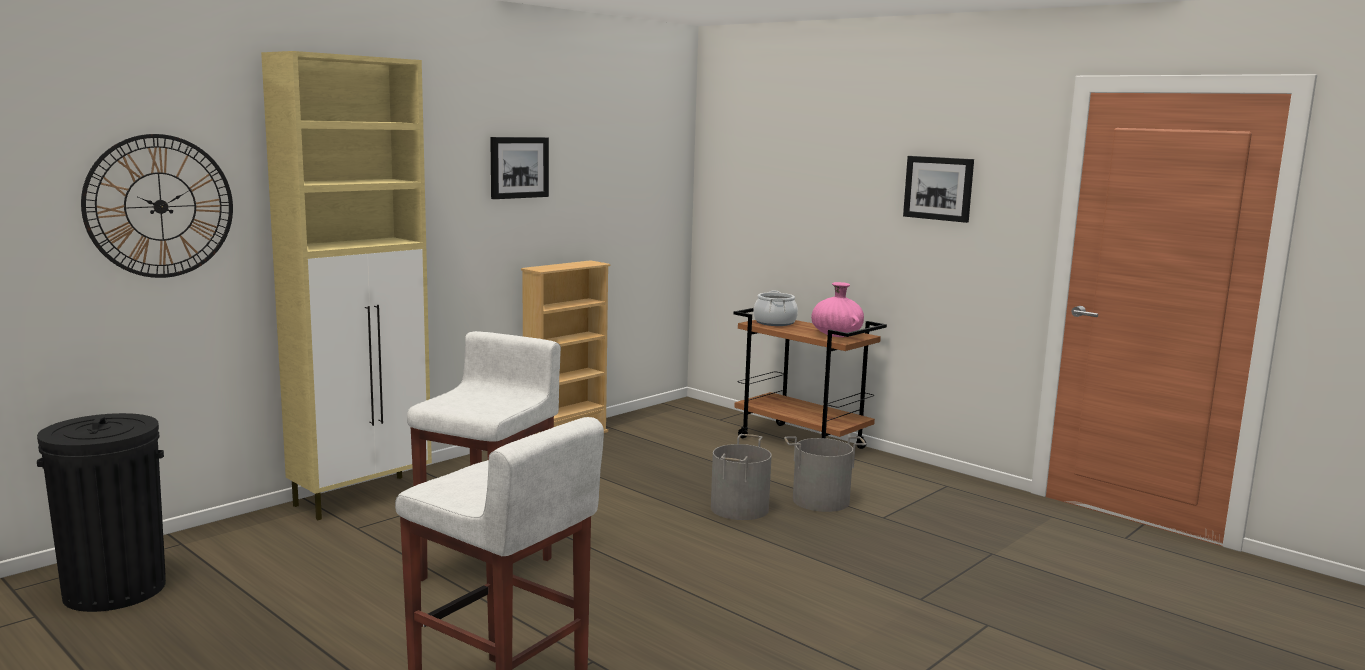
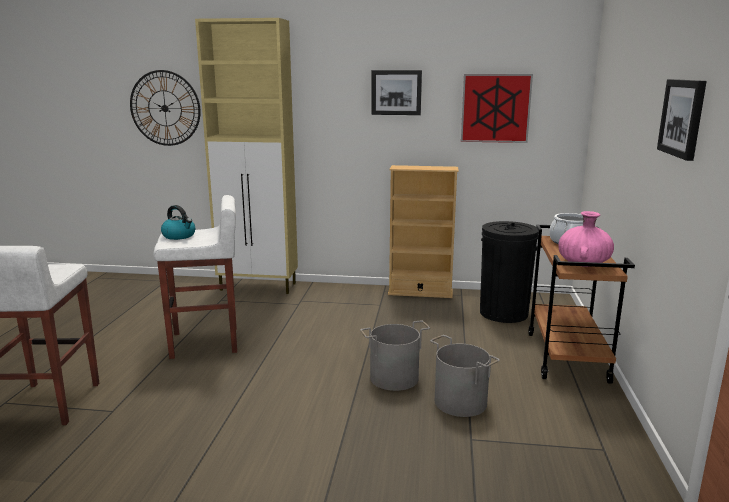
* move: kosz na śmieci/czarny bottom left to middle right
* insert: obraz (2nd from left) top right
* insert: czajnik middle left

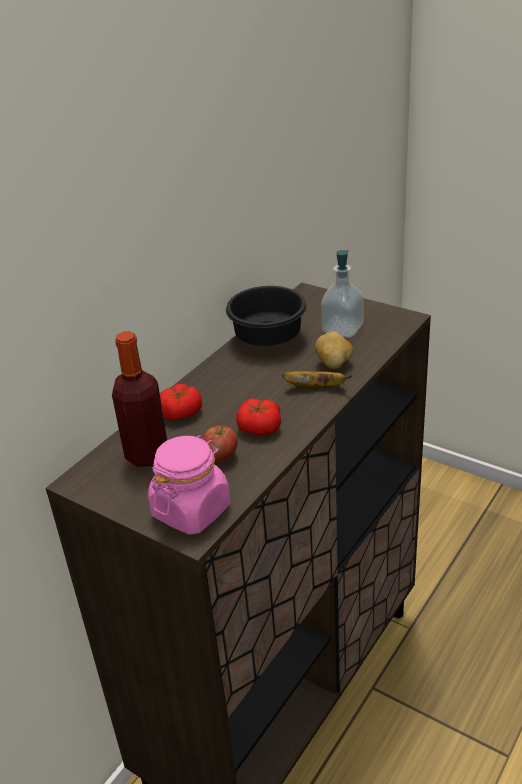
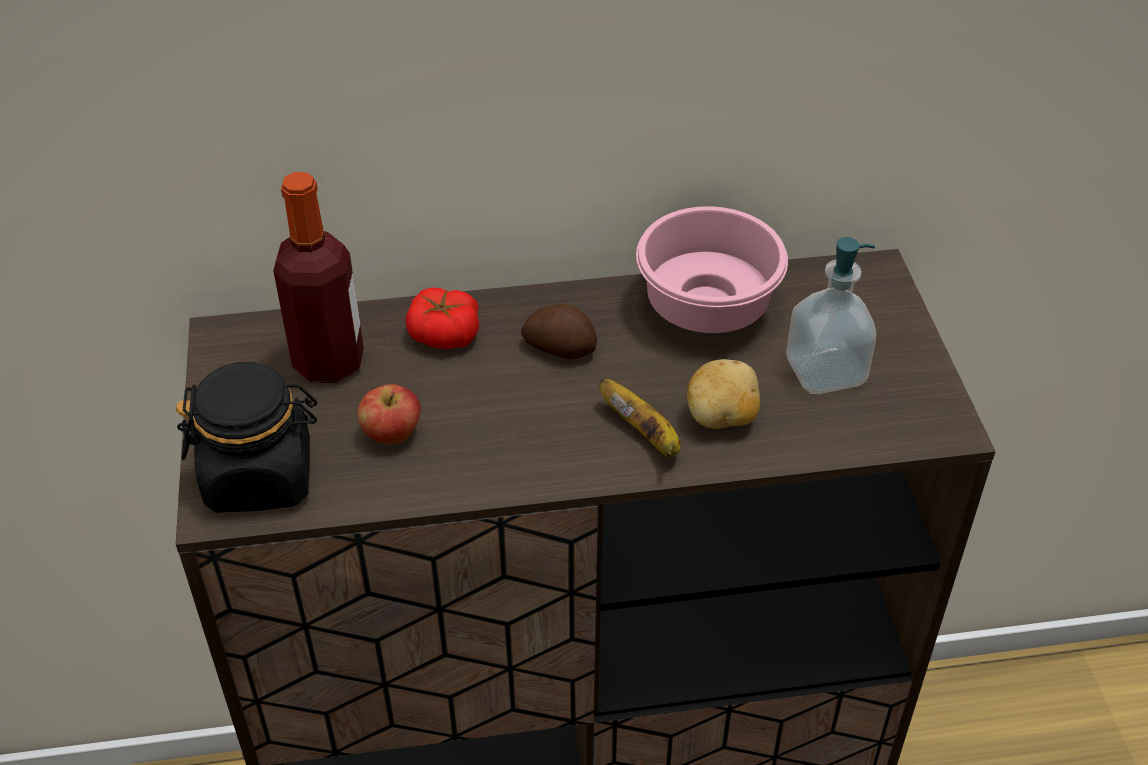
* recolor: miska/czarny centre to miska/różowy centre
* delete: pomidor (2nd from left) centre
* recolor: słoik/różowy centre to słoik/czarny middle left
* insert: ziemniak (1st from left) centre

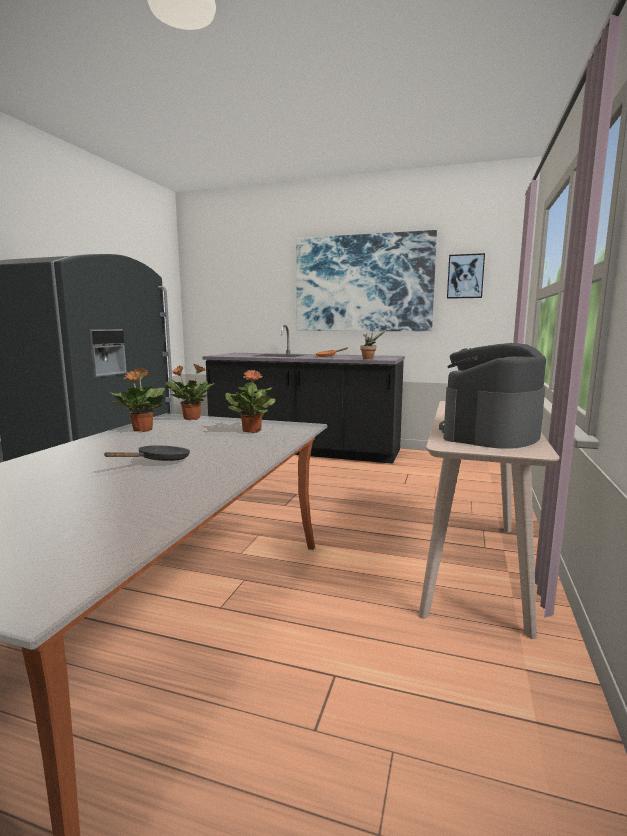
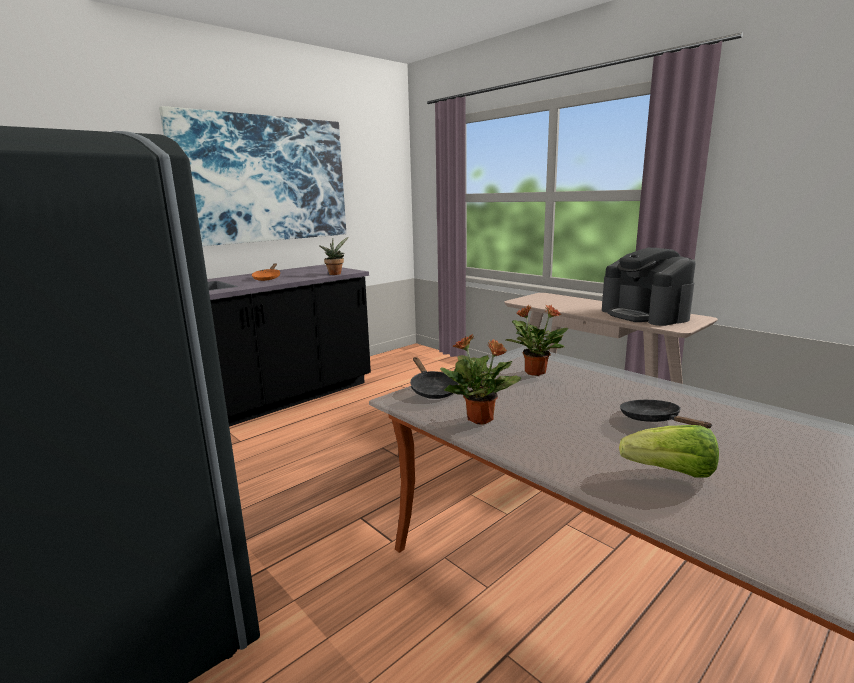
* delete: obraz (2nd from left) top right
* replace: roślina doniczkowa (2nd from left) middle left to patelnia/czarny (1st from left) centre
* insert: sałata middle right

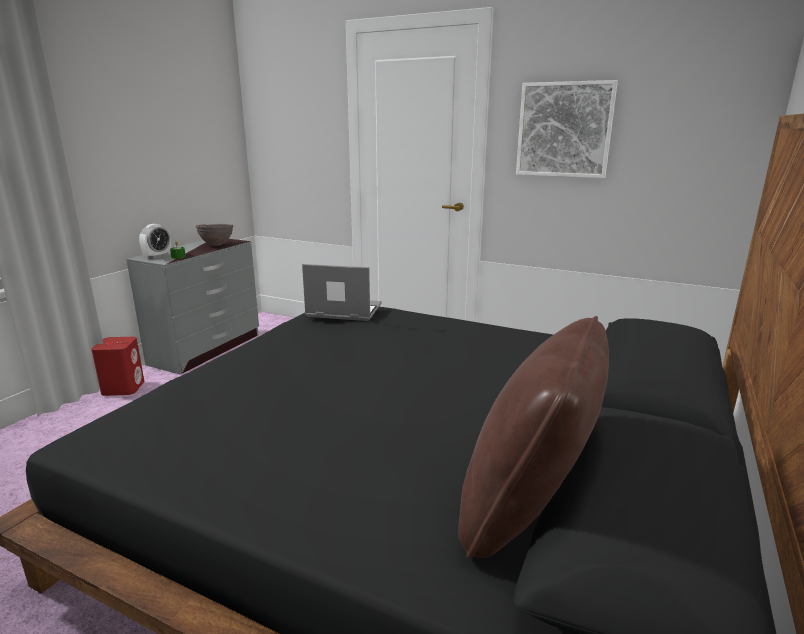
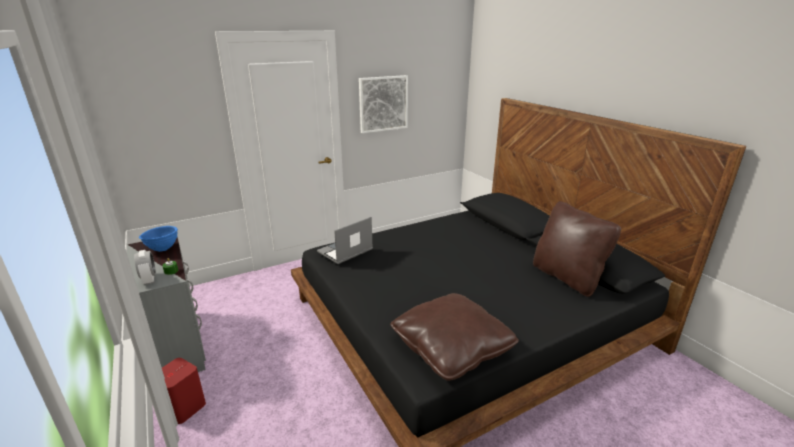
* recolor: miska/brązowy middle left to miska/niebieski middle left
* insert: poduszka/brązowy (1st from left) bottom centre

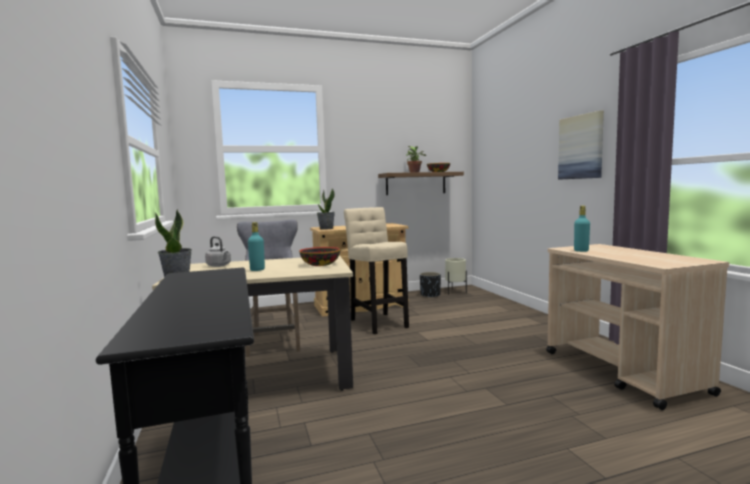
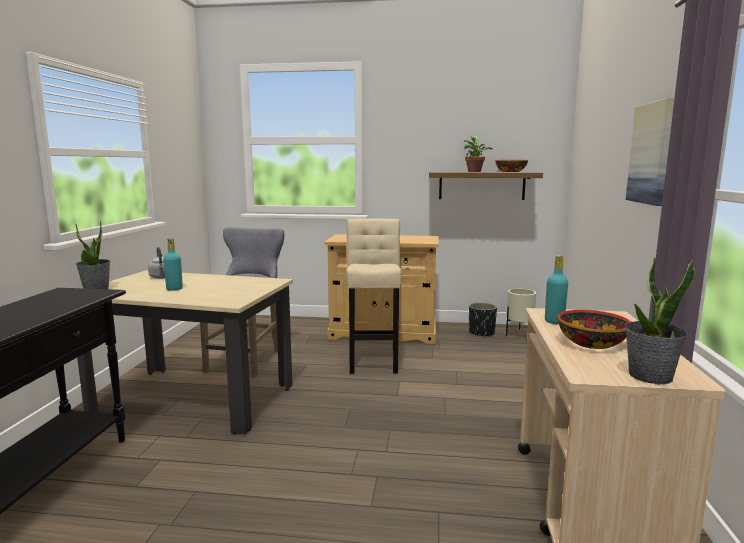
* move: roślina doniczkowa (2nd from left in the first image) centre to roślina doniczkowa (3rd from left) middle right
* move: miska (1st from left in the first image) centre to miska (2nd from left) middle right

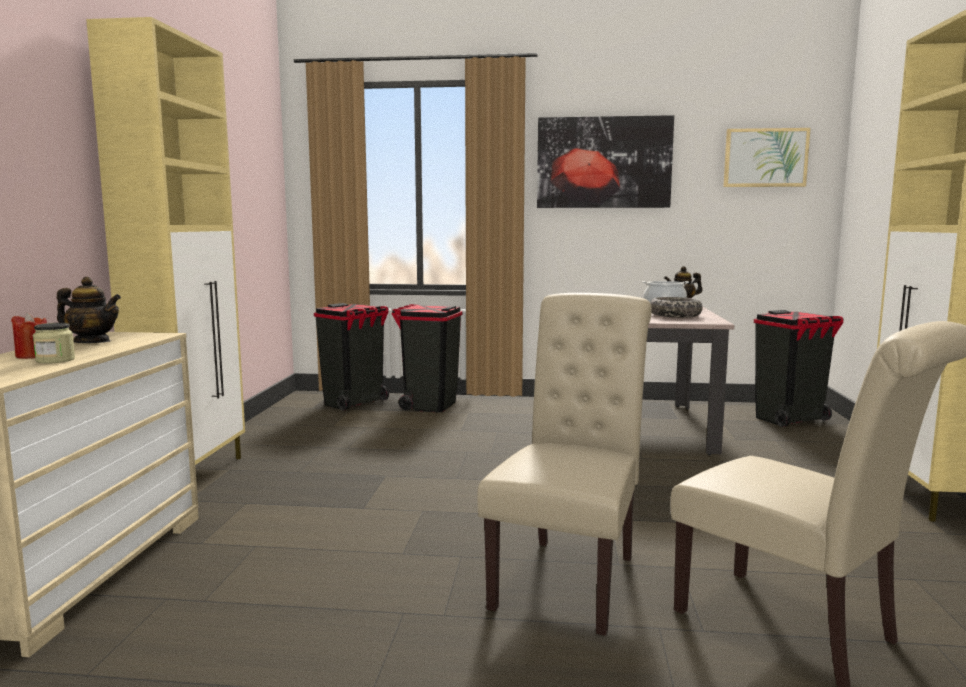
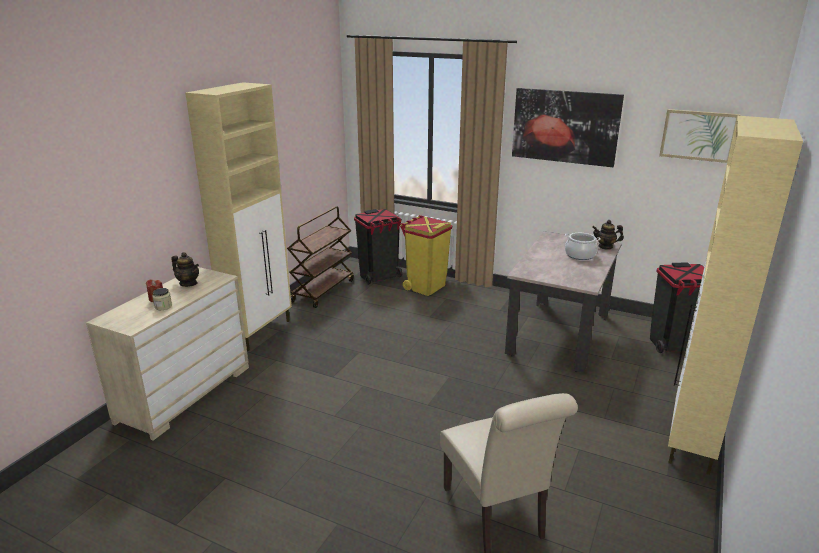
* delete: krzesło/beżowy (1st from left) bottom centre
* delete: miska middle right
* recolor: kosz na śmieci/czarny (2nd from left) centre to kosz na śmieci/żółty centre
* insert: wózek/brązowy centre

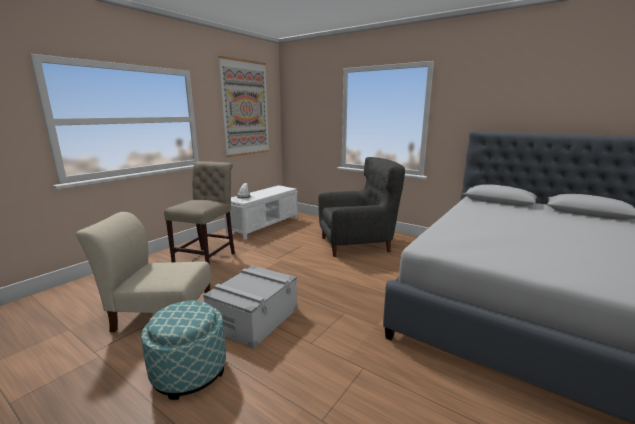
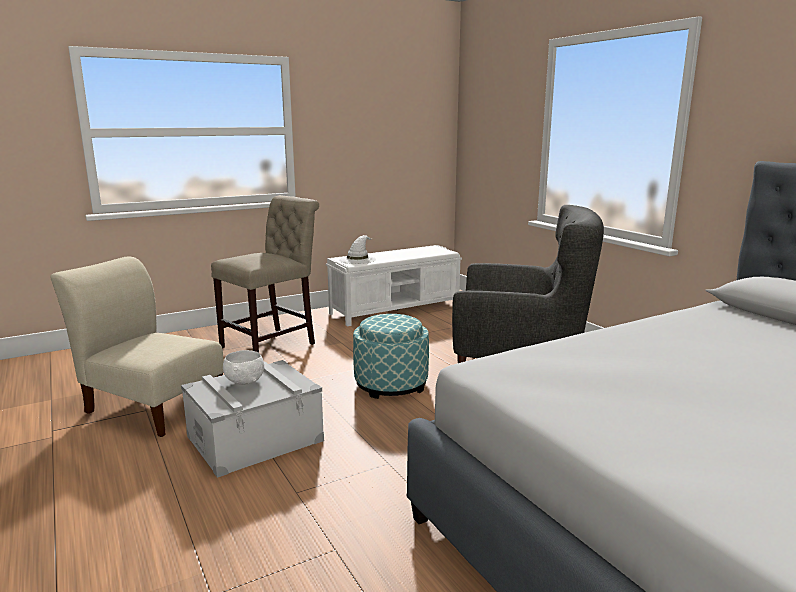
* delete: obraz top centre
* move: pufa bottom left to centre
* insert: miska/biały middle left

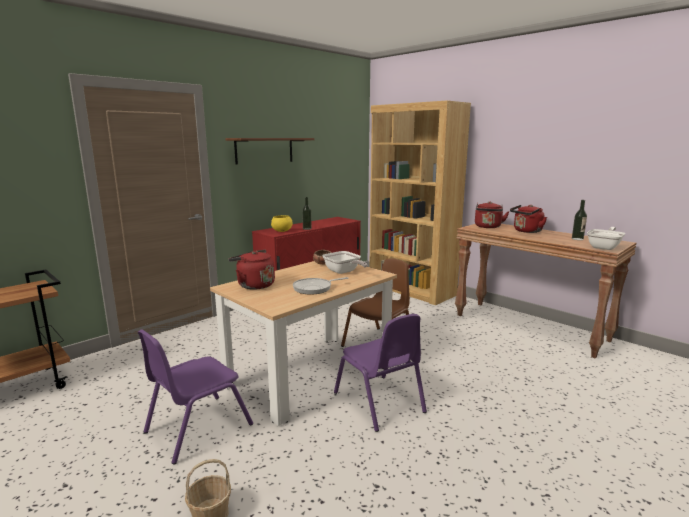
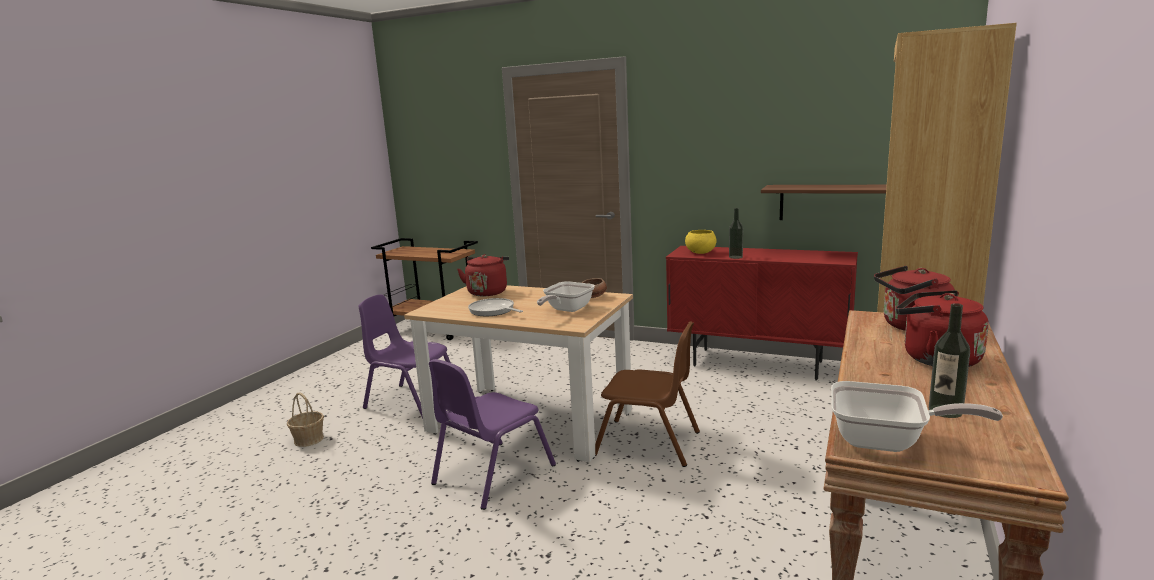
* move: półka top centre to middle right

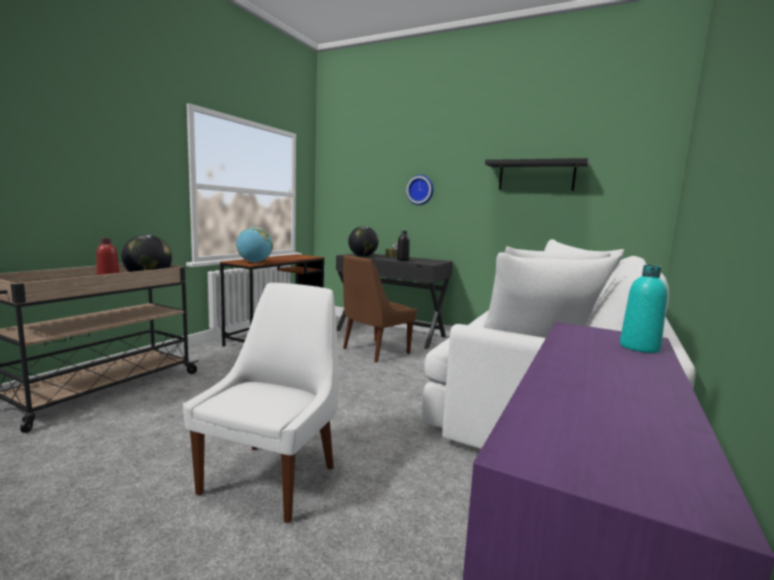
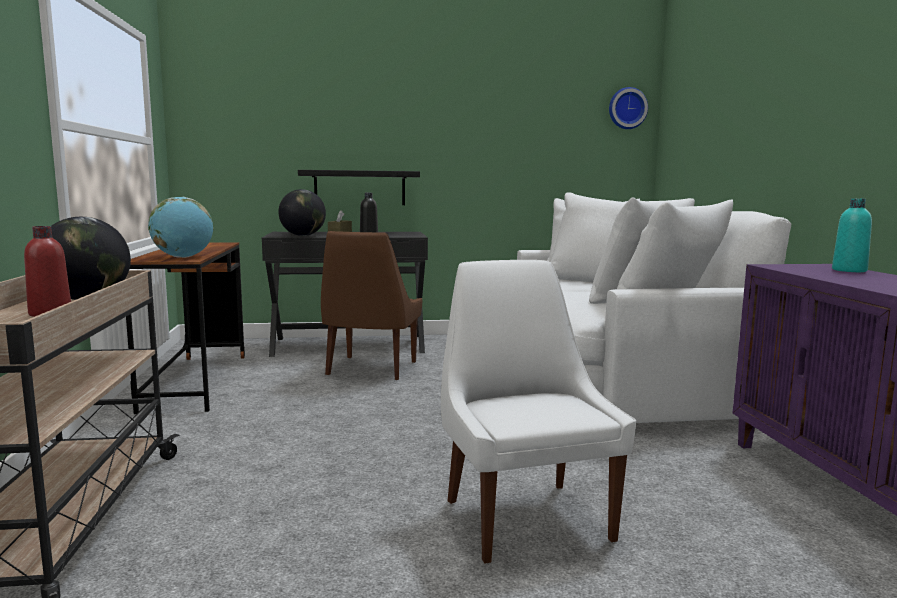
* move: półka/czarny top right to top centre
* move: zegar ścienny top centre to top right

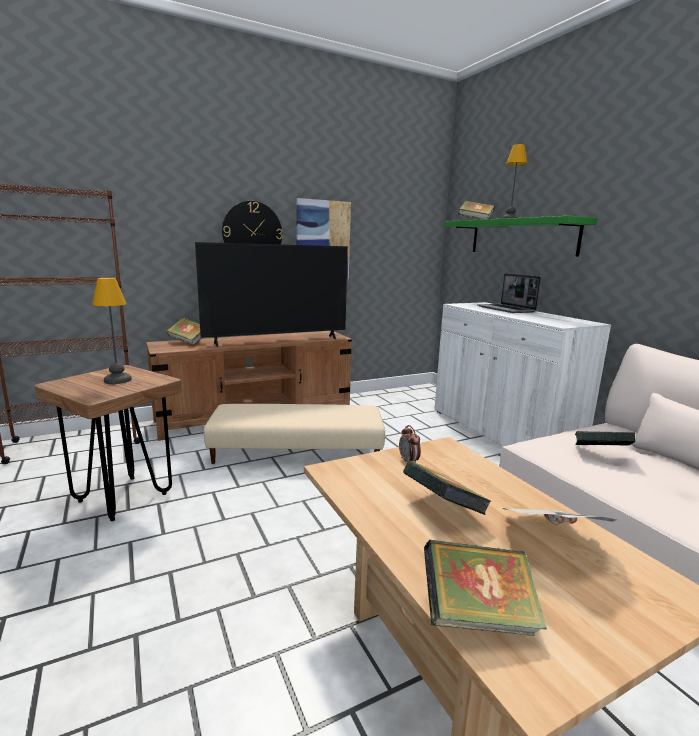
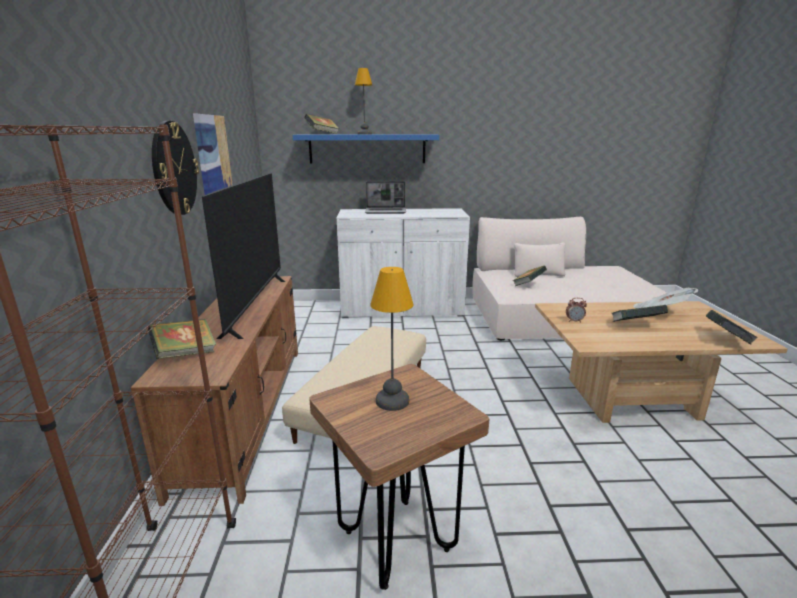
* recolor: półka/zielony top right to półka/niebieski top centre

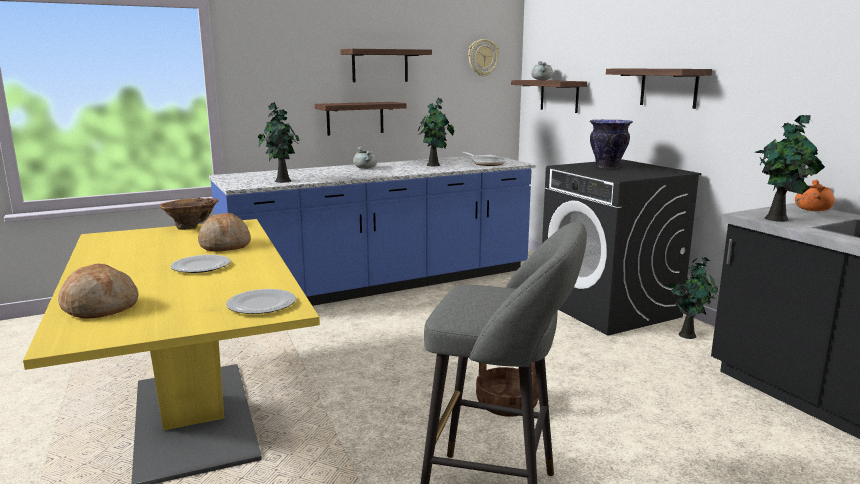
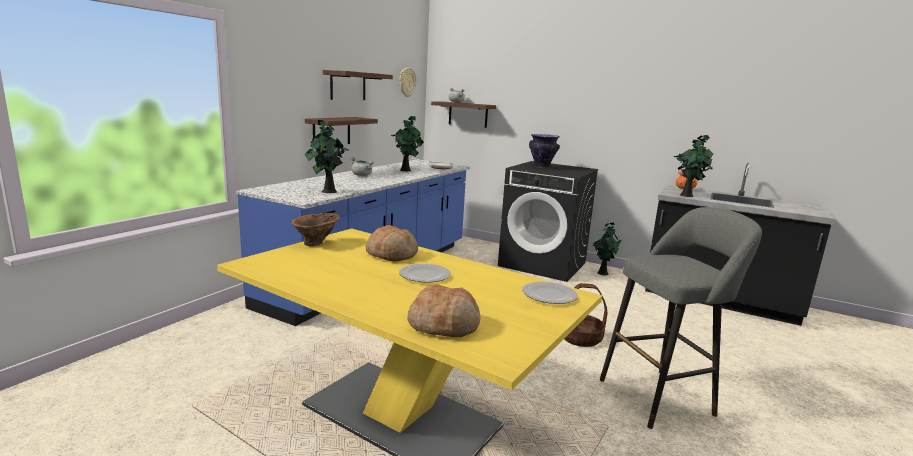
* delete: półka (4th from left) top right

